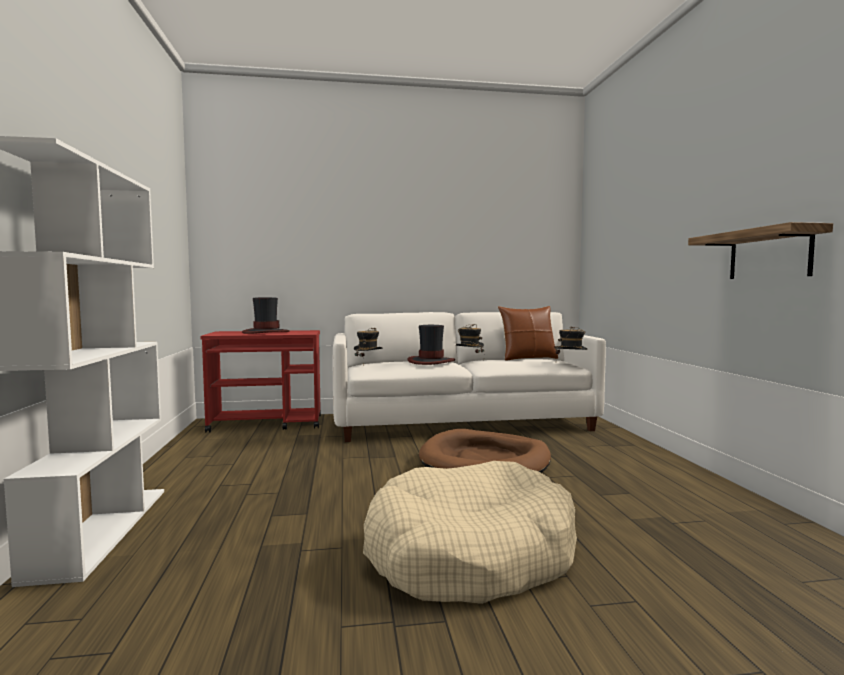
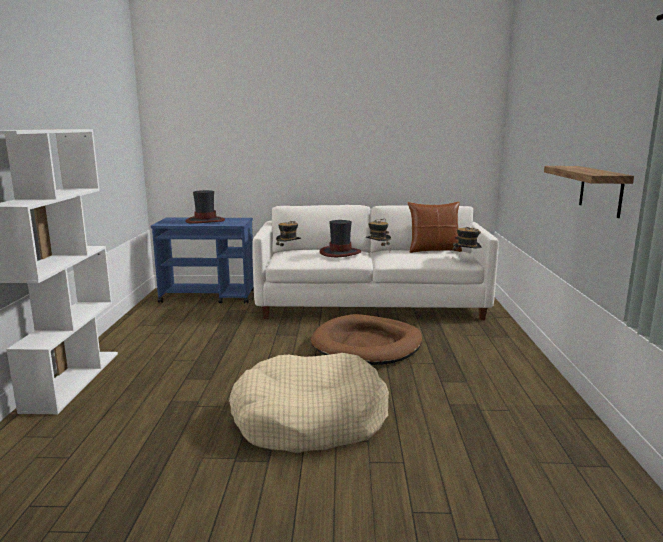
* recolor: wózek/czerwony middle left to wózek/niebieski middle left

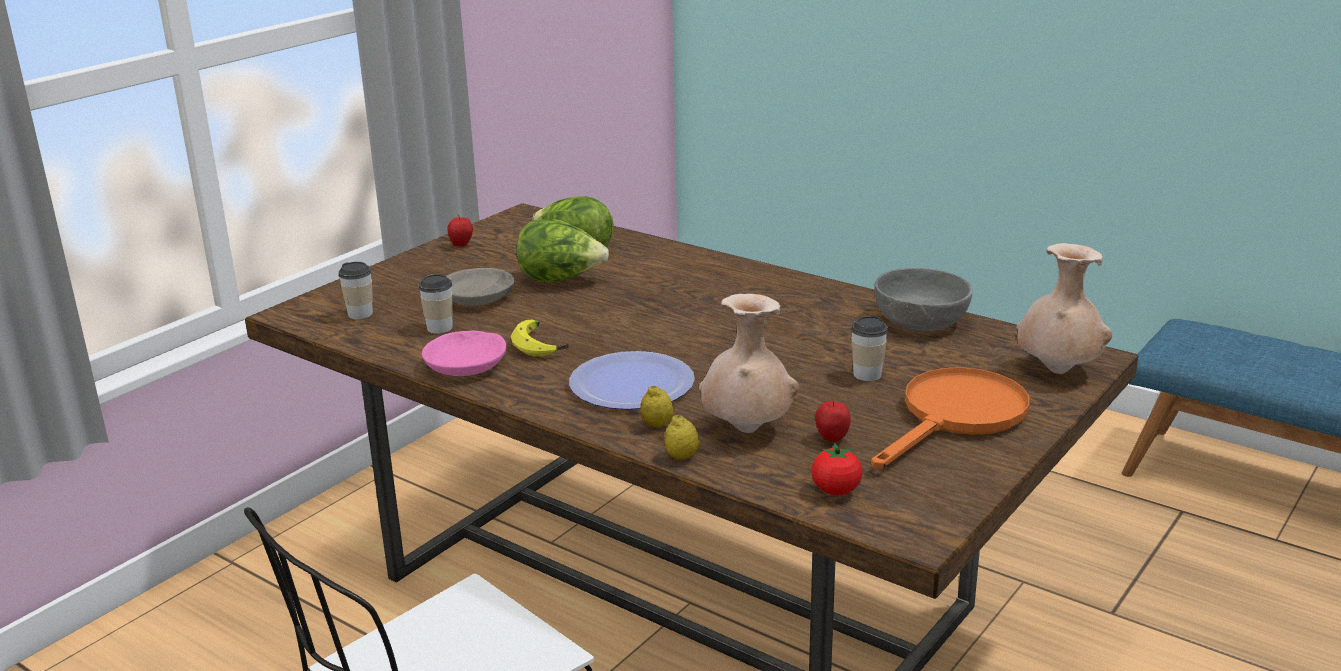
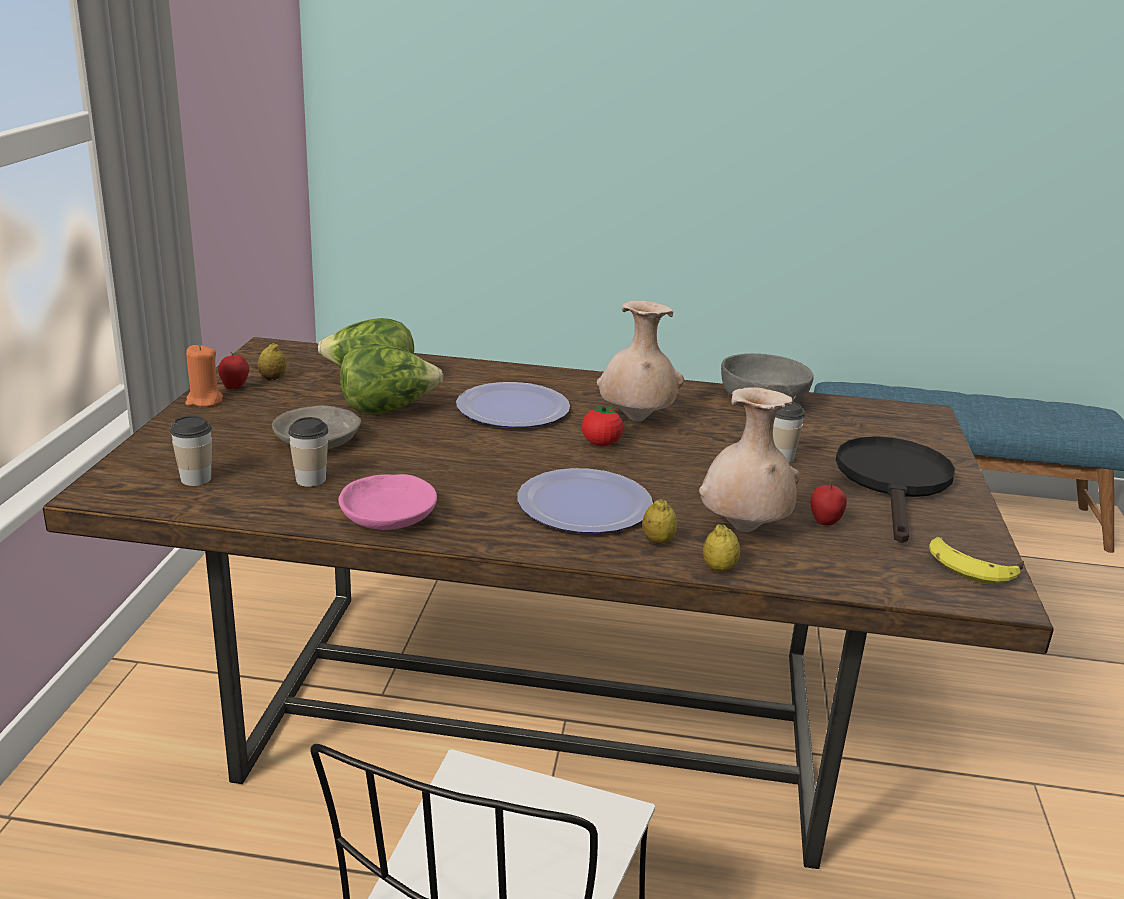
* move: wazon/beżowy (2nd from left in the first image) middle right to wazon/beżowy (1st from left) centre
* move: banan centre to middle right
* recolor: patelnia/pomarańczowy middle right to patelnia/czarny middle right
* move: pomidor bottom centre to centre
* insert: cytryna (1st from left) middle left
* insert: świeca/pomarańczowy middle left
* insert: talerz (1st from left) centre

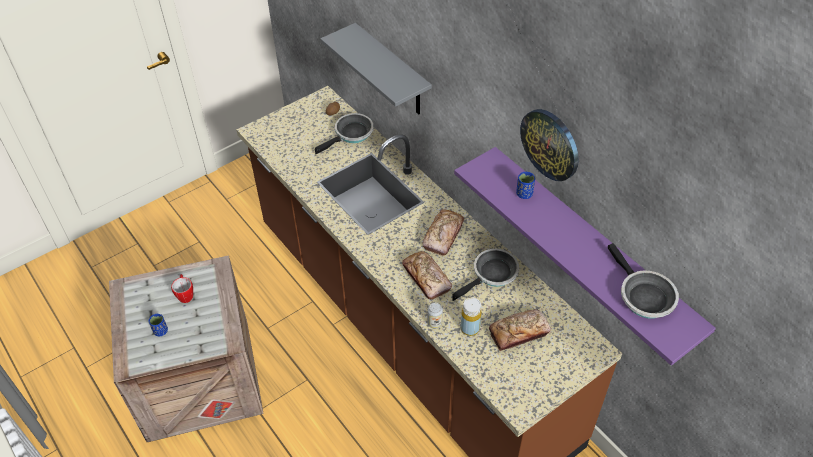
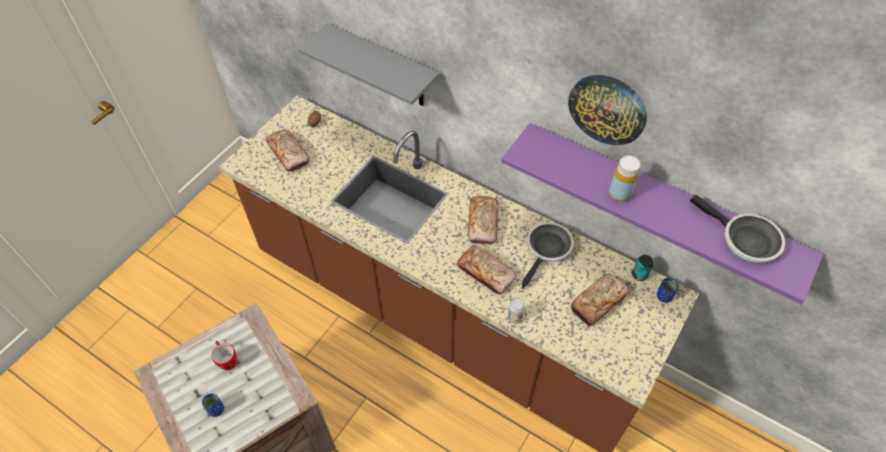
* delete: patelnia (1st from left) top centre
* move: filiżanka/niebieski (2nd from left) centre to middle right
* move: butelka/żółty bottom centre to middle right
* insert: chleb (1st from left) middle left
* insert: puszka (2nd from left) middle right

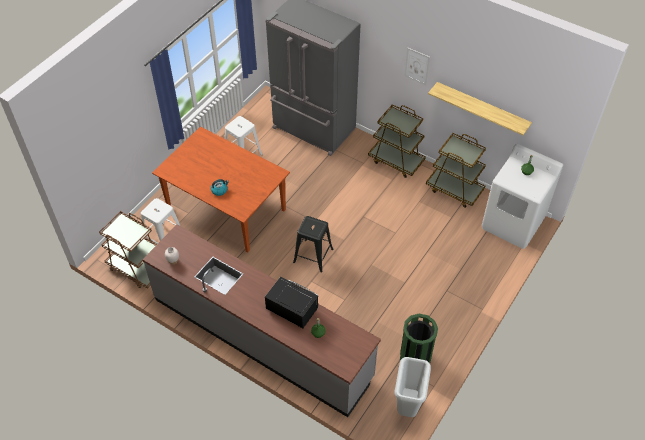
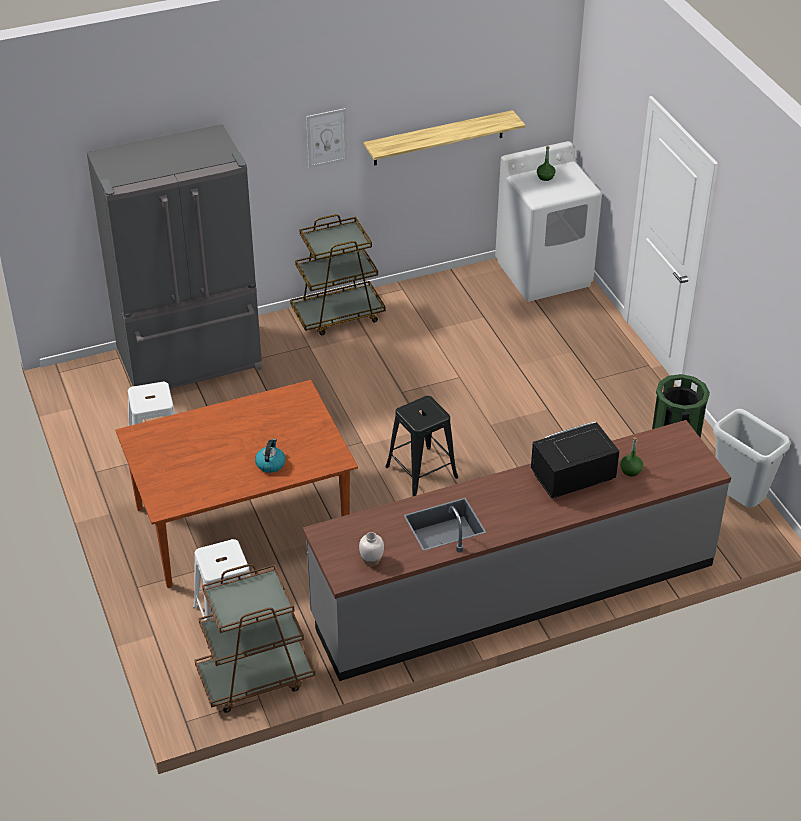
* delete: wózek/brązowy (3rd from left) middle right

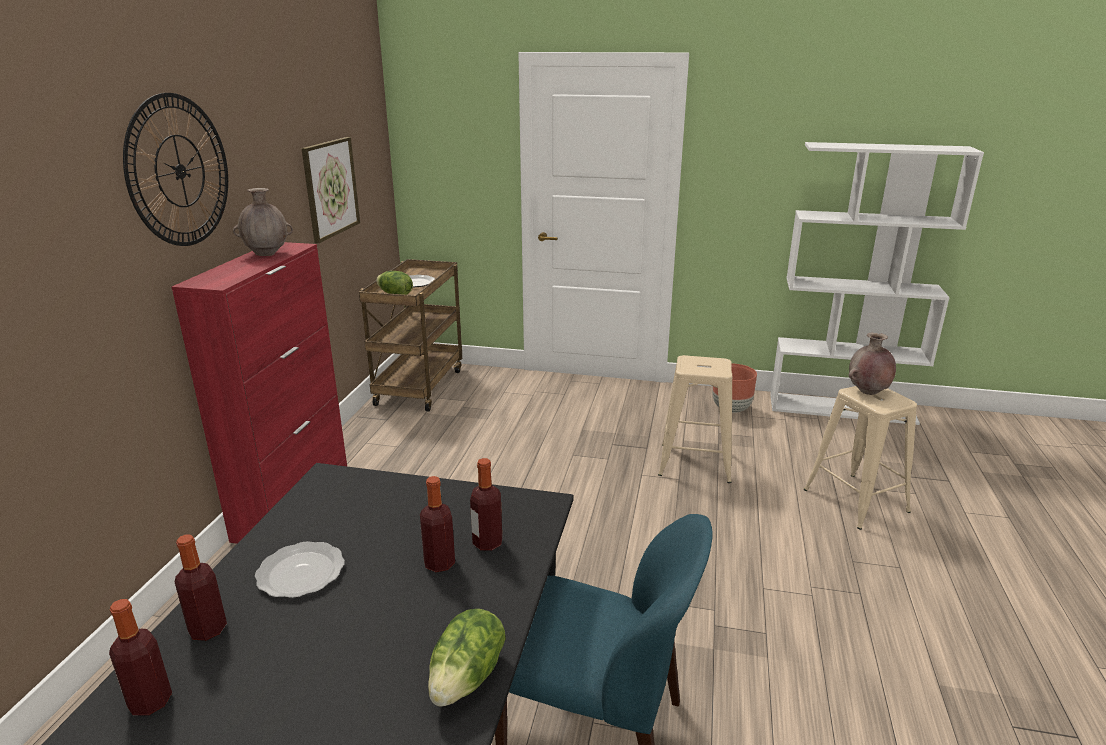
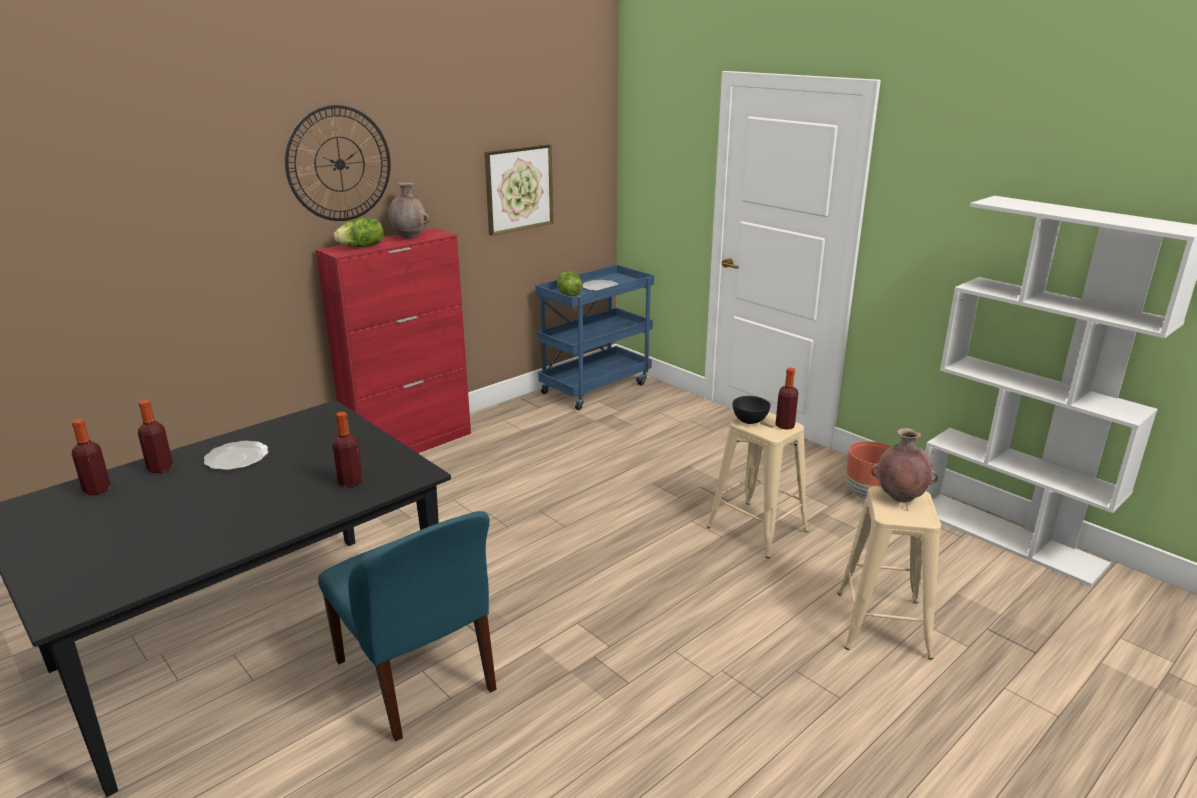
* recolor: wózek/brązowy centre to wózek/niebieski centre
* move: butelka (3rd from left in the first image) bottom centre to butelka (4th from left) centre
* move: sałata (2nd from left in the first image) bottom centre to sałata (1st from left) top left
* insert: miska/czarny centre

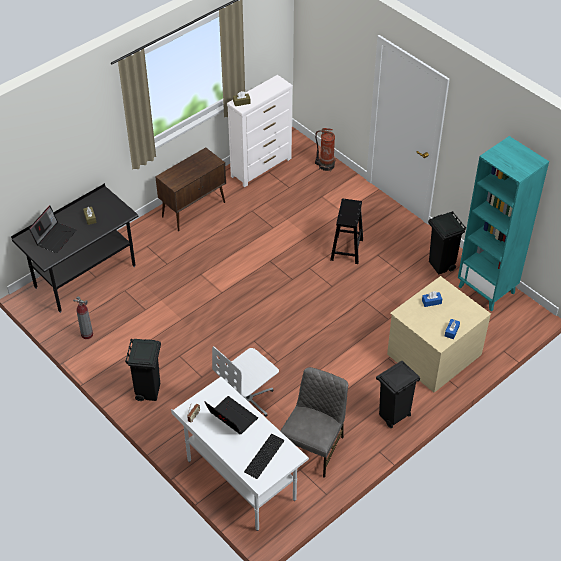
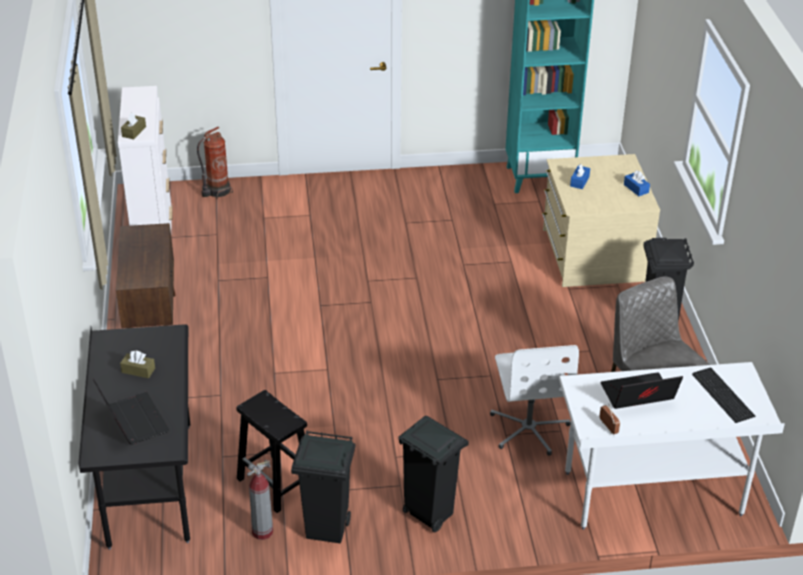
* move: stołek/czarny centre to bottom centre
* move: kosz na śmieci/czarny (3rd from left in the first image) middle right to kosz na śmieci/czarny (1st from left) bottom centre

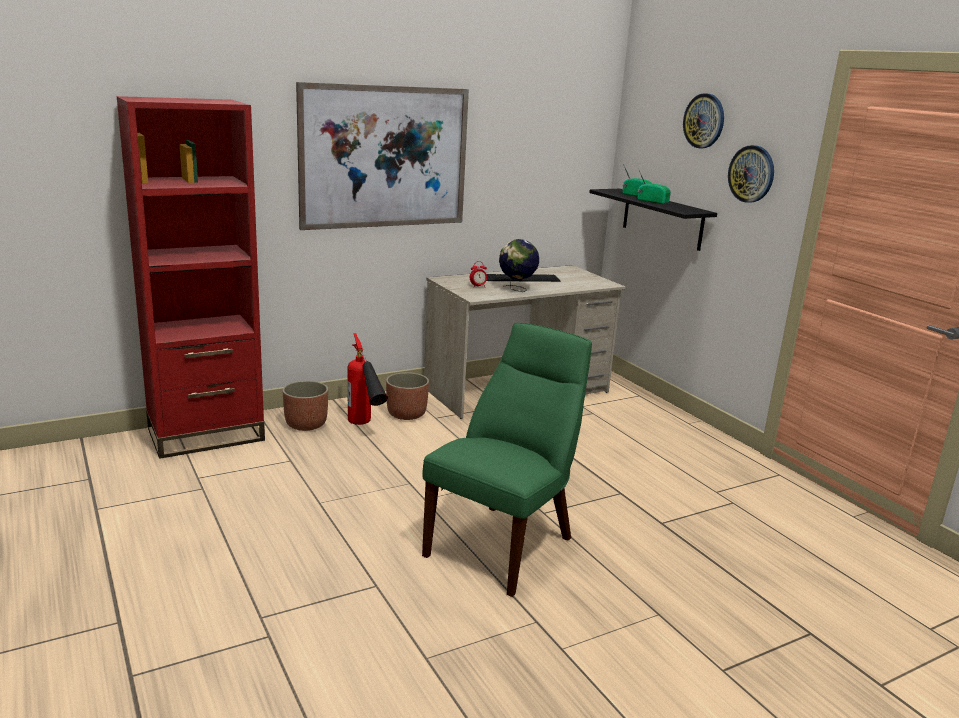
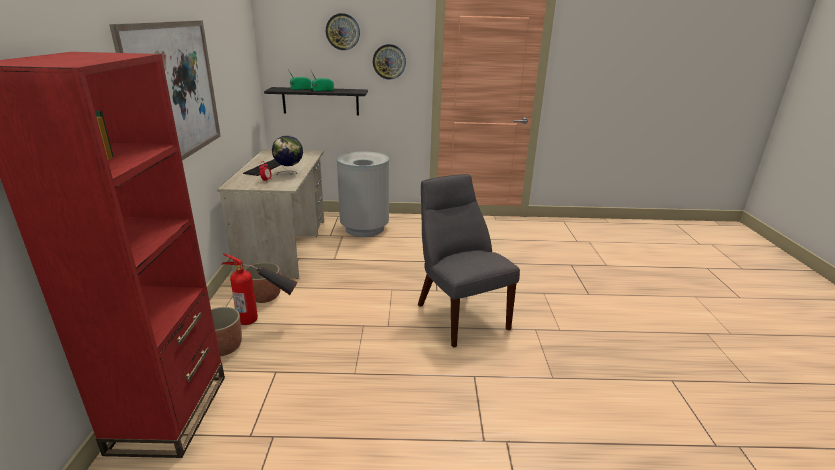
* recolor: krzesło/zielony centre to krzesło/szary centre
* insert: kosz na śmieci/szary centre

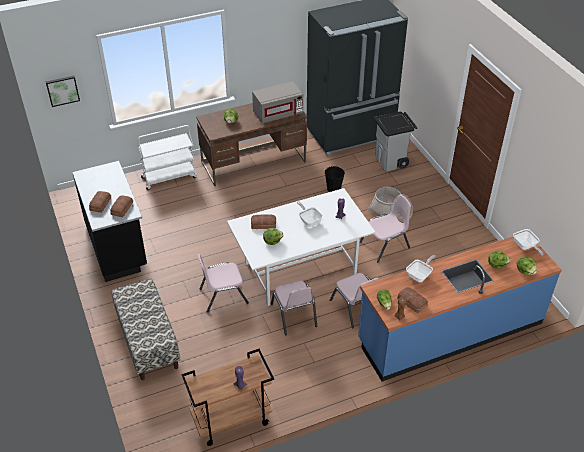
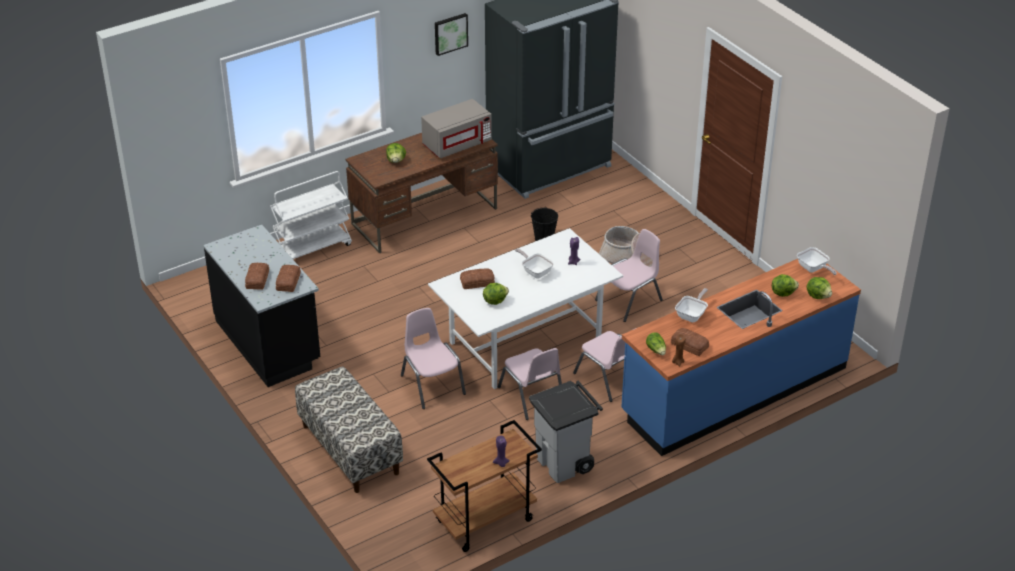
* move: obraz top left to top centre
* move: kosz na śmieci/szary top right to bottom centre
* rotate: krzesło/różowy (1st from left) centre = centre 90 degrees clockwise

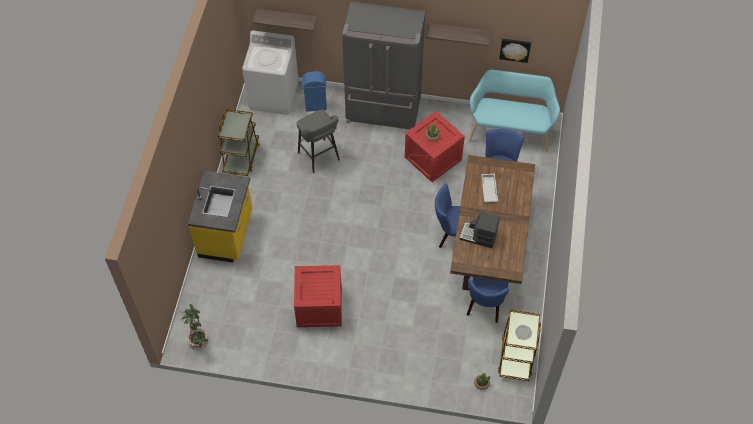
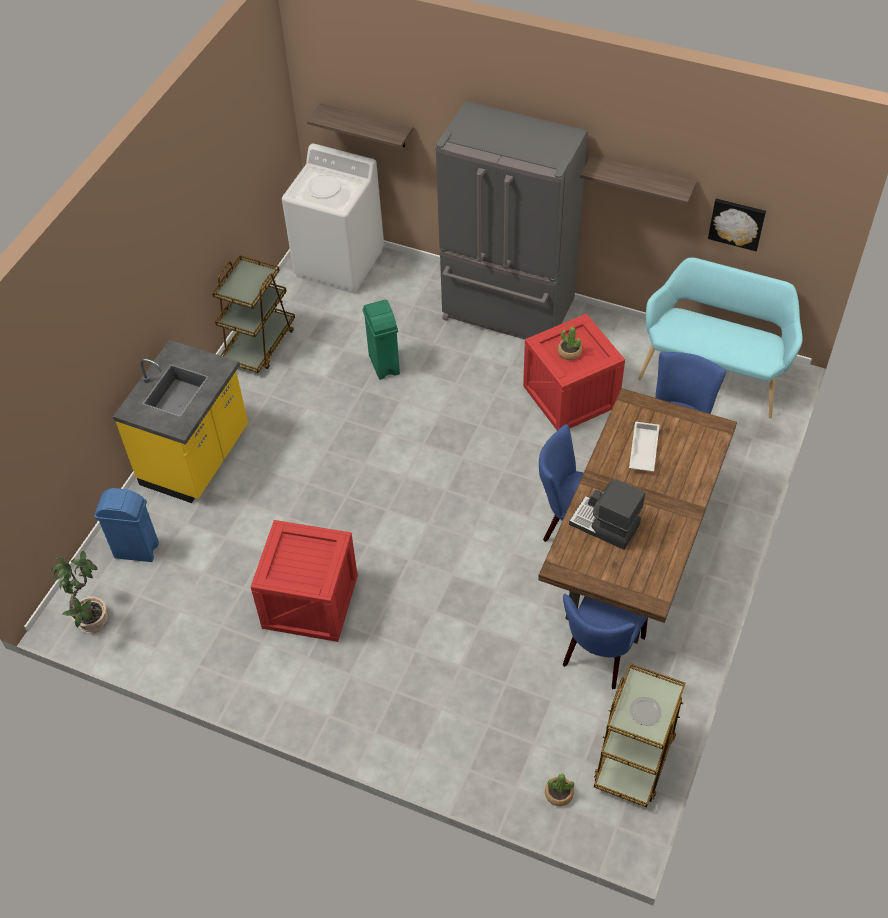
* move: kosz na śmieci/niebieski top centre to middle left
* replace: stołek/szary top centre to kosz na śmieci/zielony centre

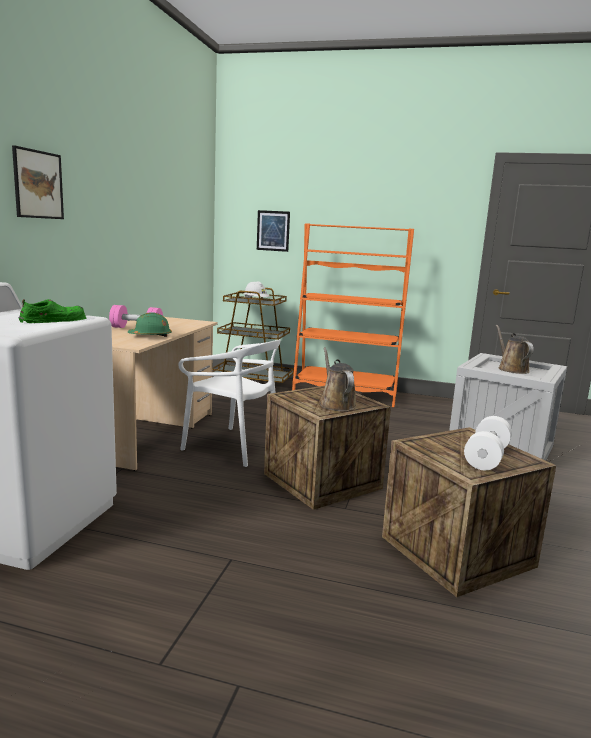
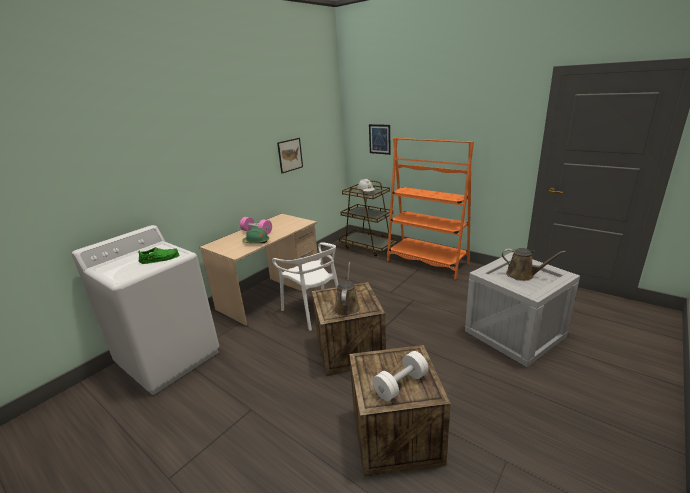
* move: obraz (1st from left) top left to top centre
* rotate: konewka/brązowy (2nd from left) middle right = middle right 105 degrees clockwise

